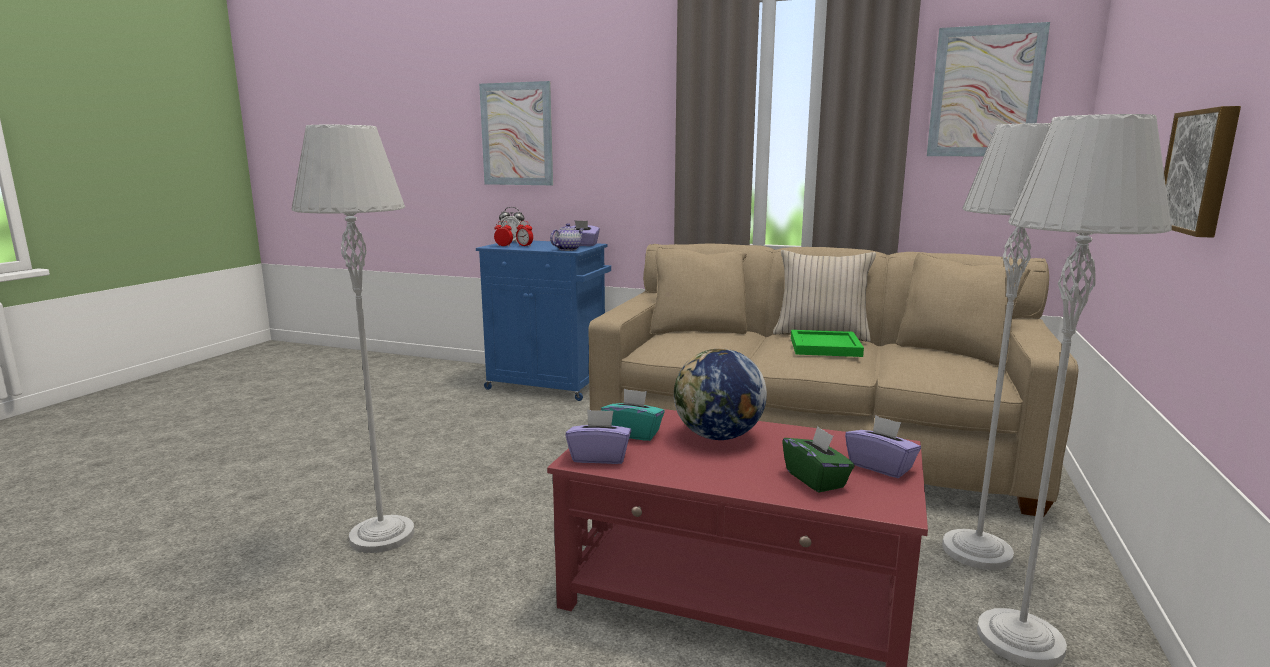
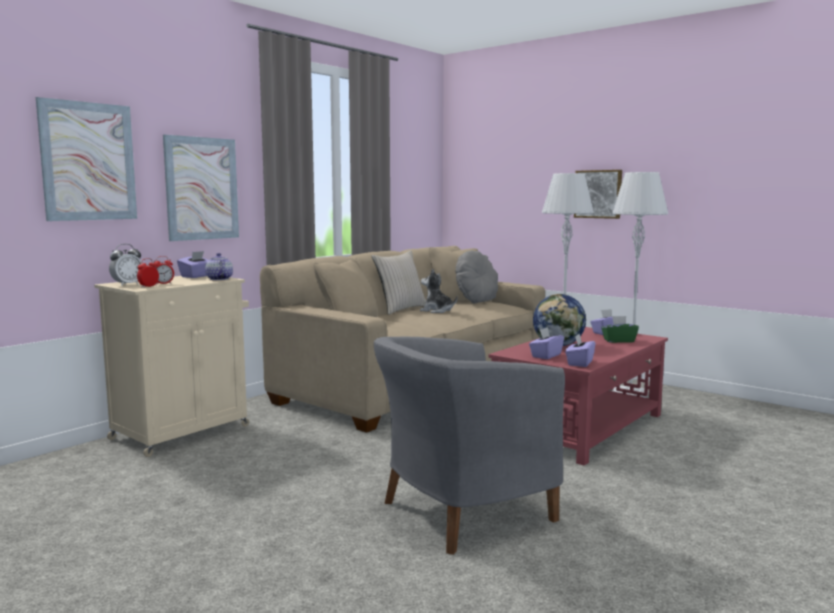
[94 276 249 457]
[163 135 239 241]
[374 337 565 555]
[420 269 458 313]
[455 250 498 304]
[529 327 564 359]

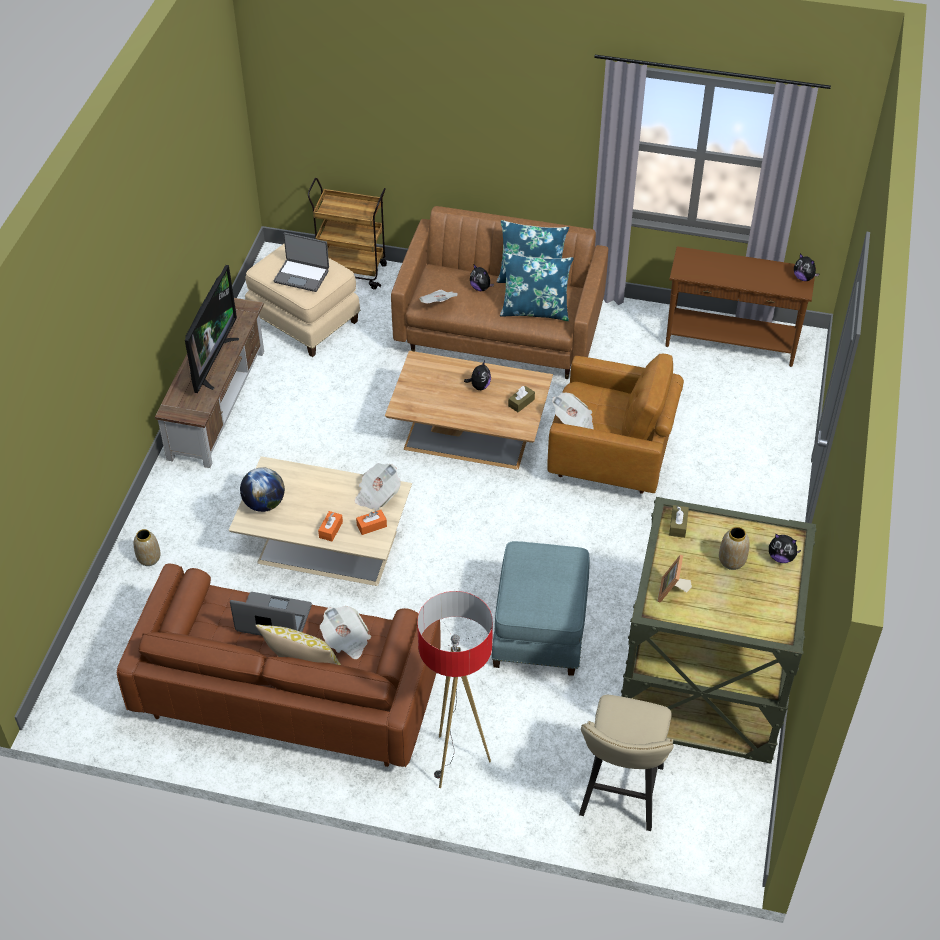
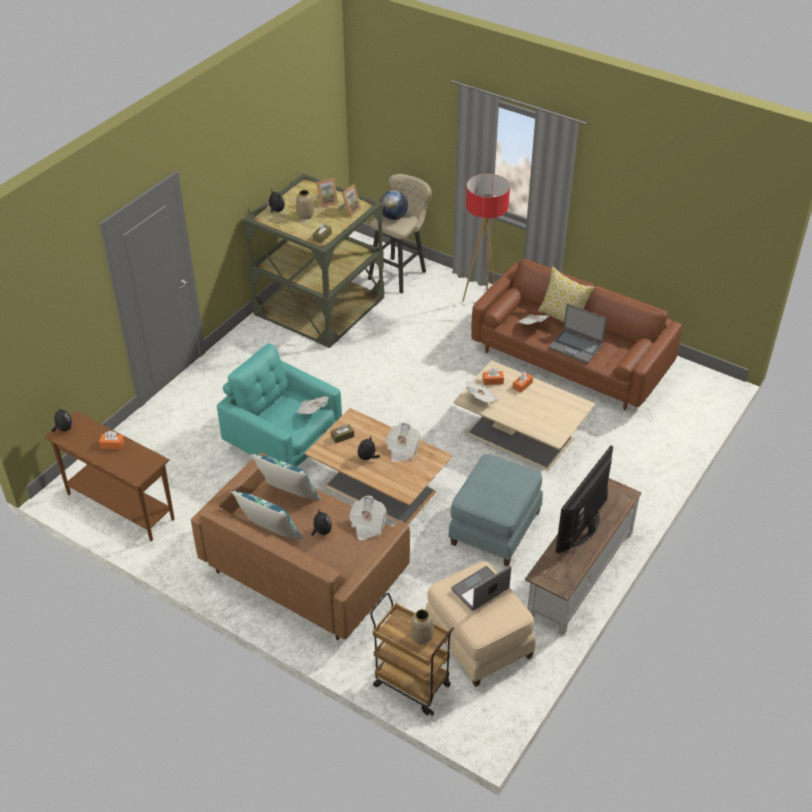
[99 431 125 449]
[217 343 342 467]
[316 178 338 208]
[380 191 408 220]
[386 422 421 462]
[410 609 434 645]
[448 454 543 567]
[451 566 511 611]

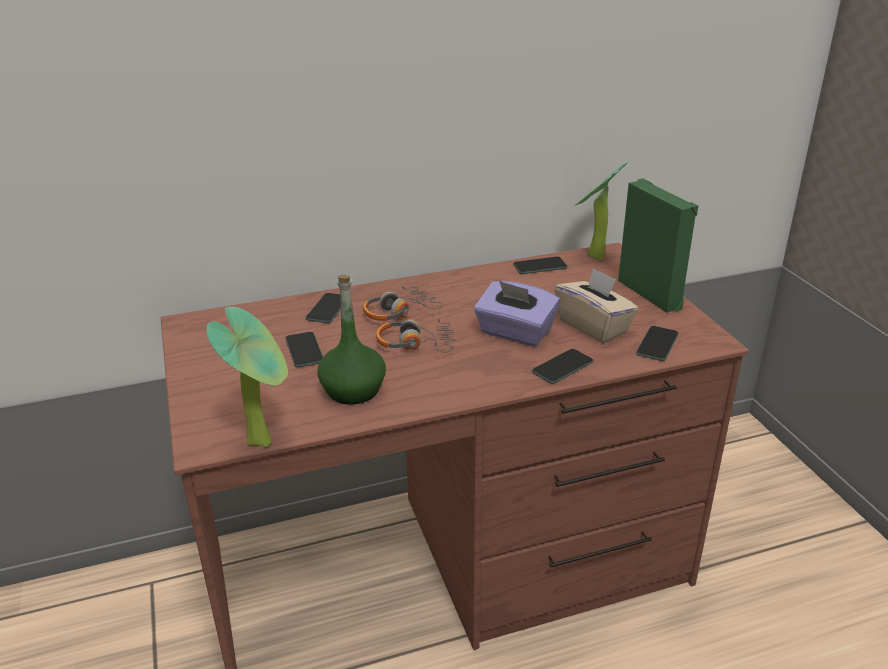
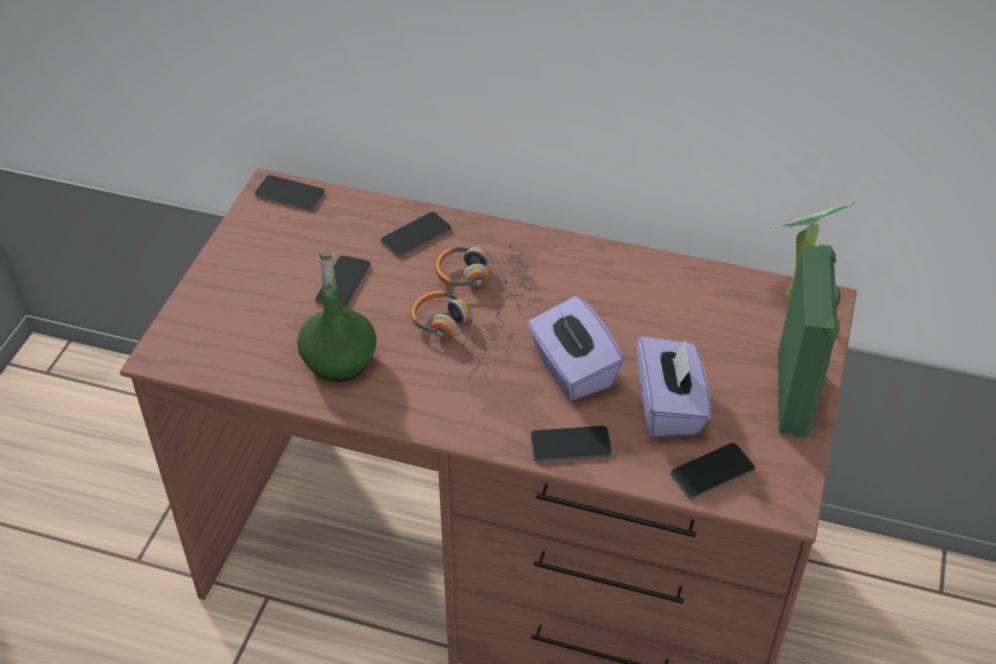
[255 175 325 210]
[637 336 711 436]
[207 307 288 448] (first image)

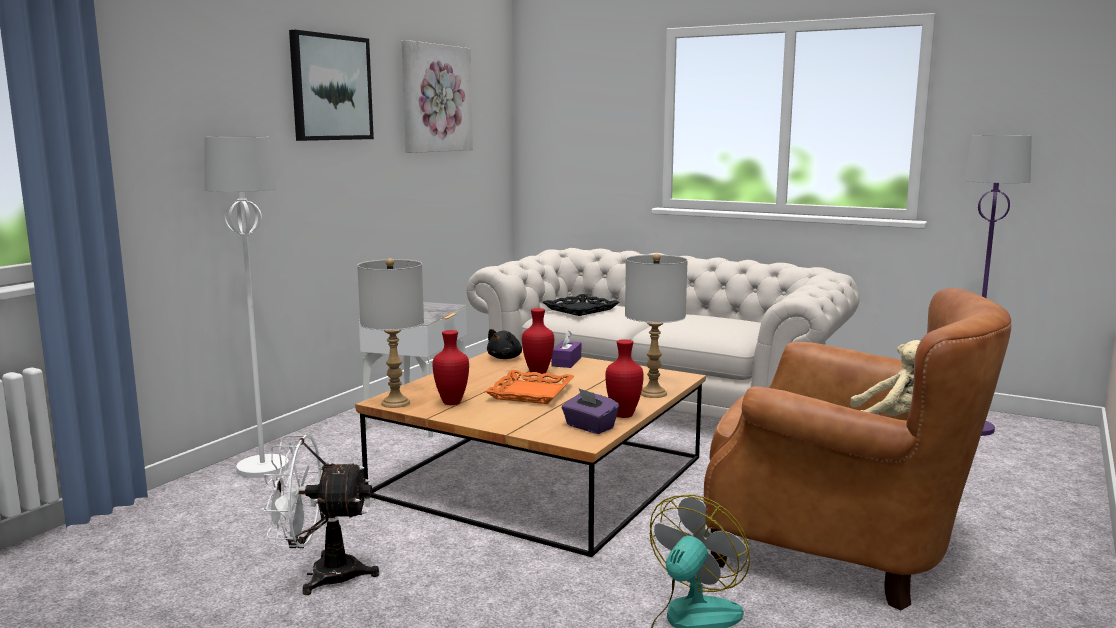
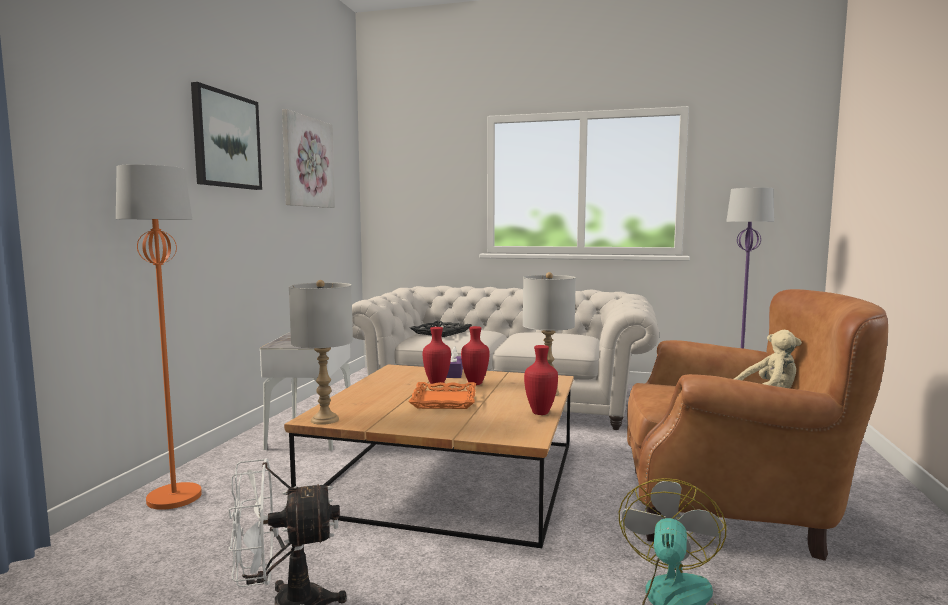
[116 164 202 510]
[461 326 490 385]
[487 329 522 359] (first image)
[562 388 619 434] (first image)

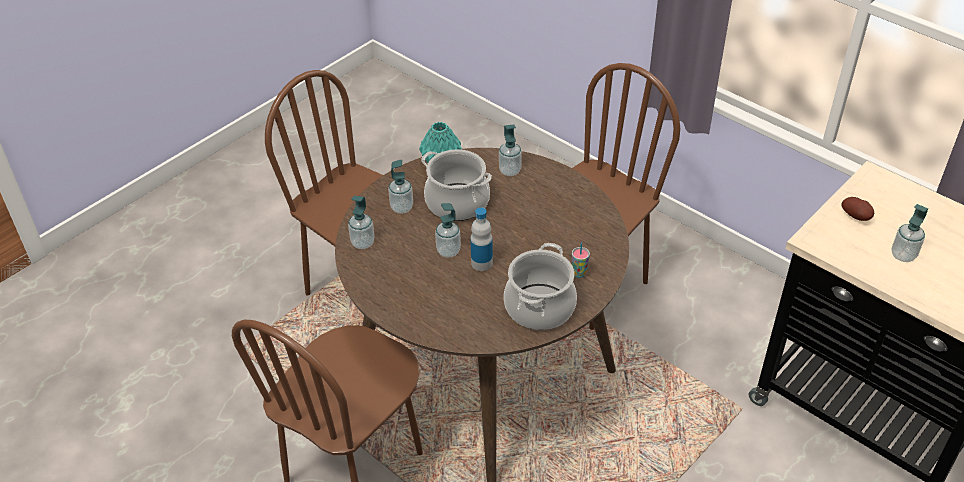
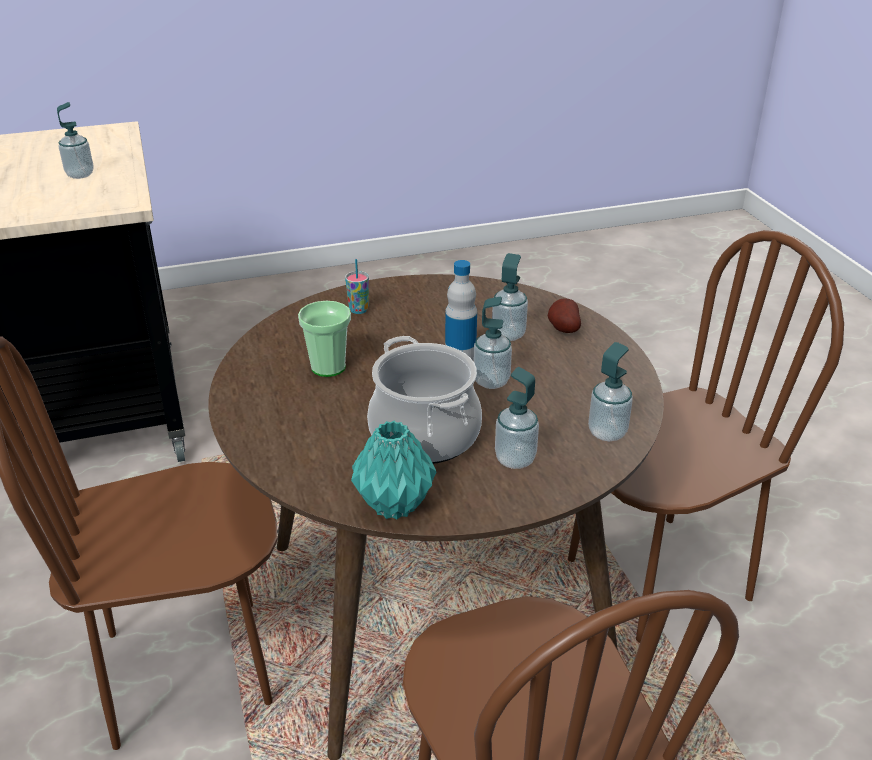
[298 301 351 377]
[492 253 528 341]
[548 298 581 333]
[504 243 577 330] (first image)

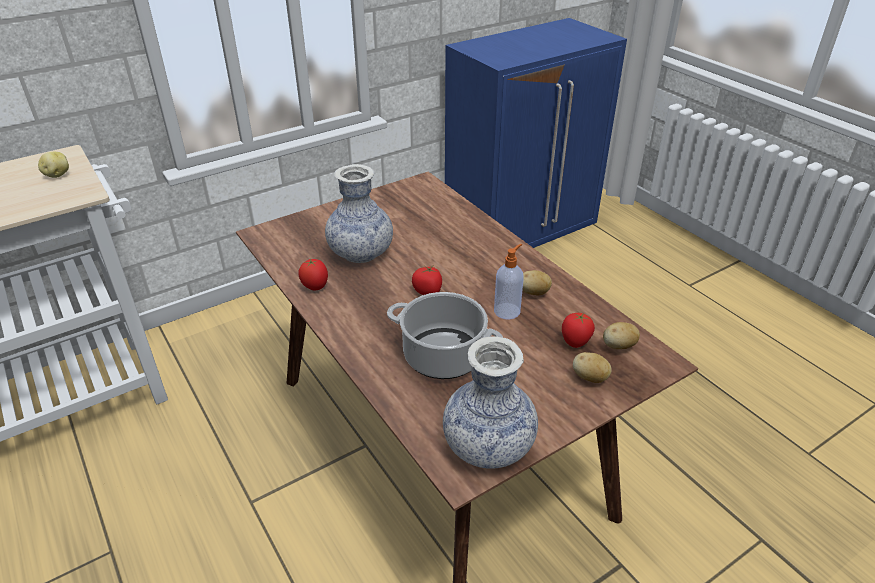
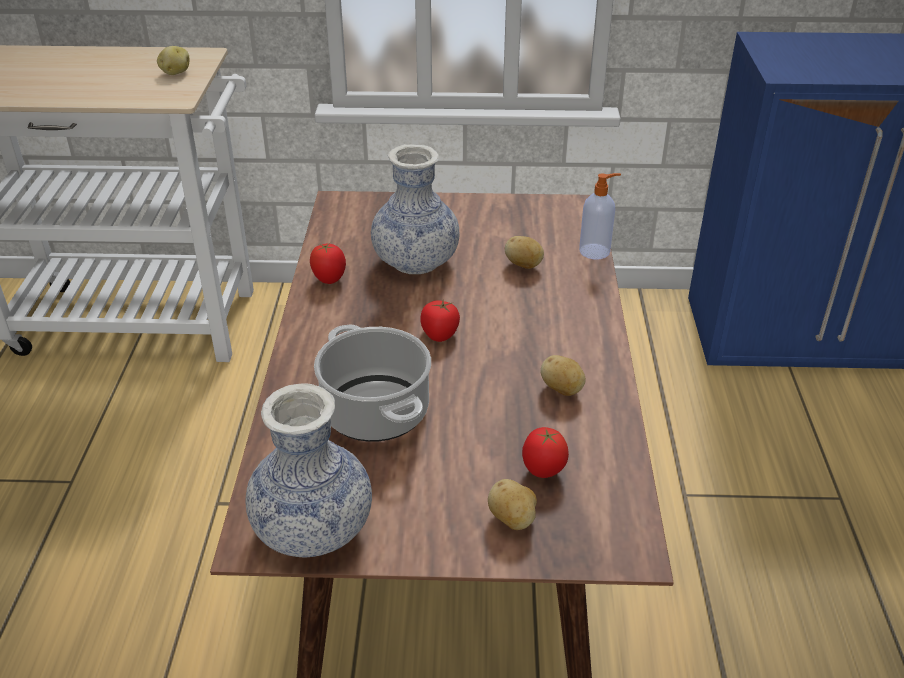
[505 236 544 269]
[579 173 621 260]

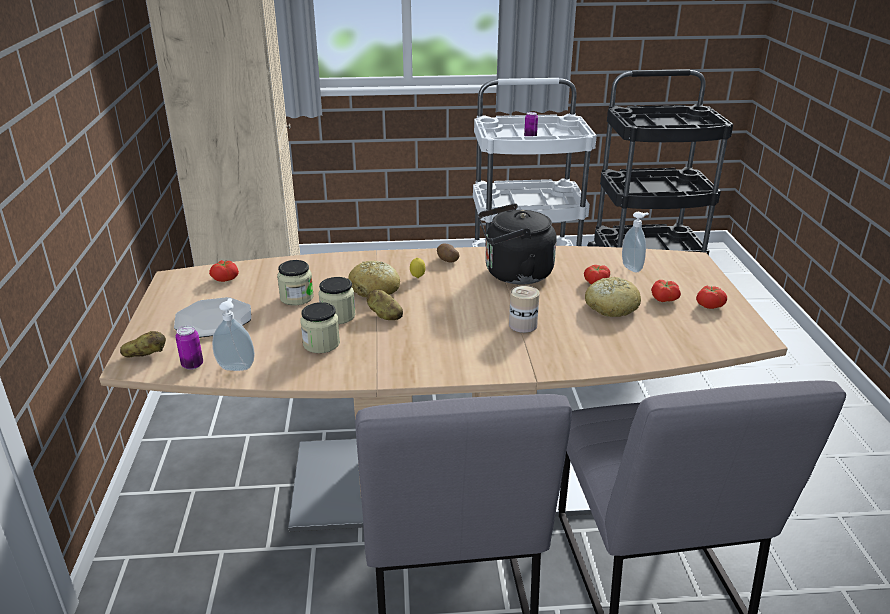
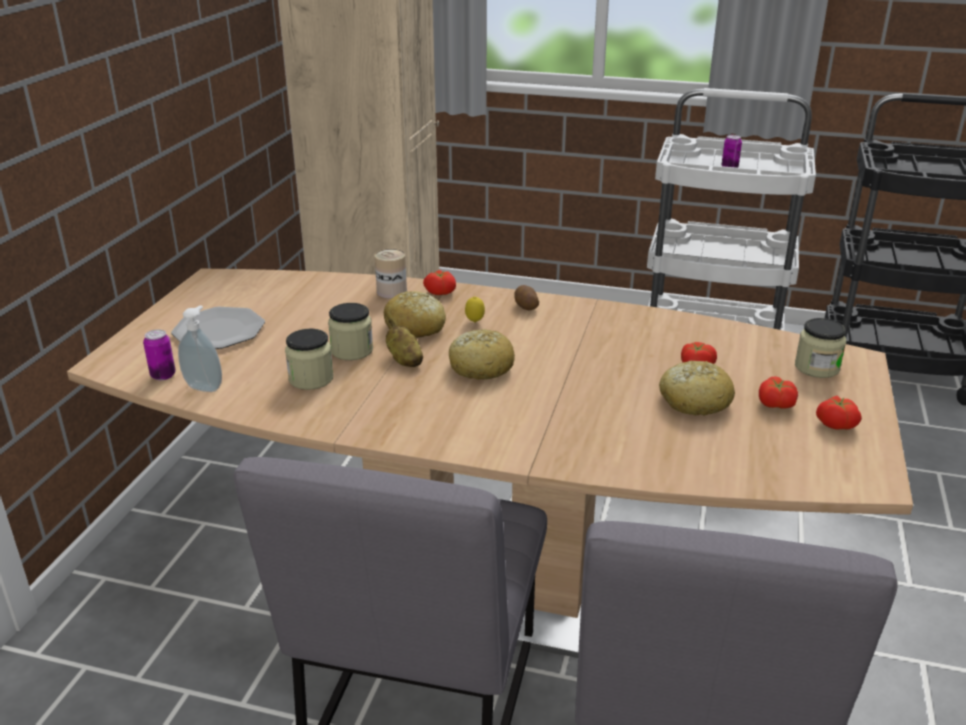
[375 249 407 299]
[423 270 456 295]
[449 329 515 380]
[795 318 846 378]
[120 331 166 358] (first image)
[478 204 557 284] (first image)
[622 212 649 272] (first image)

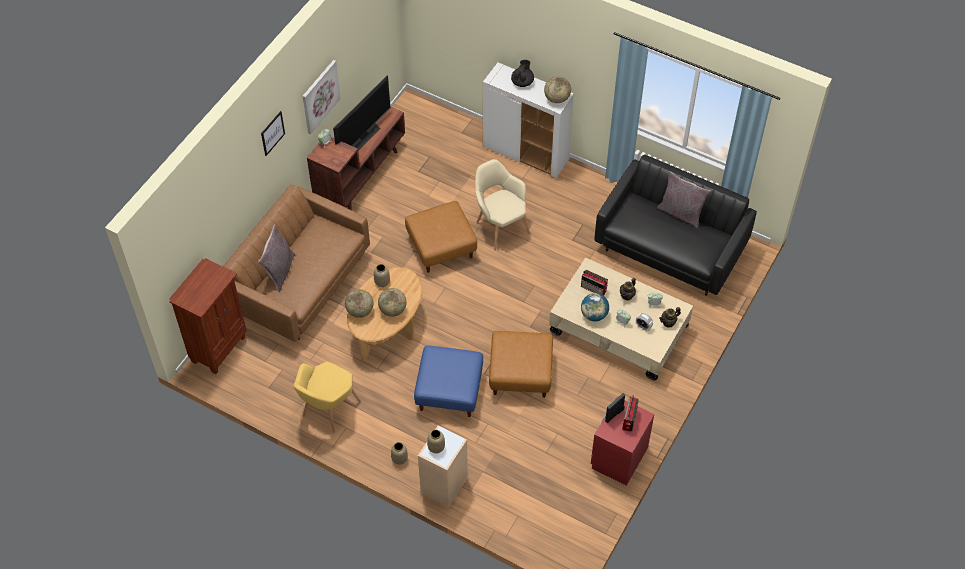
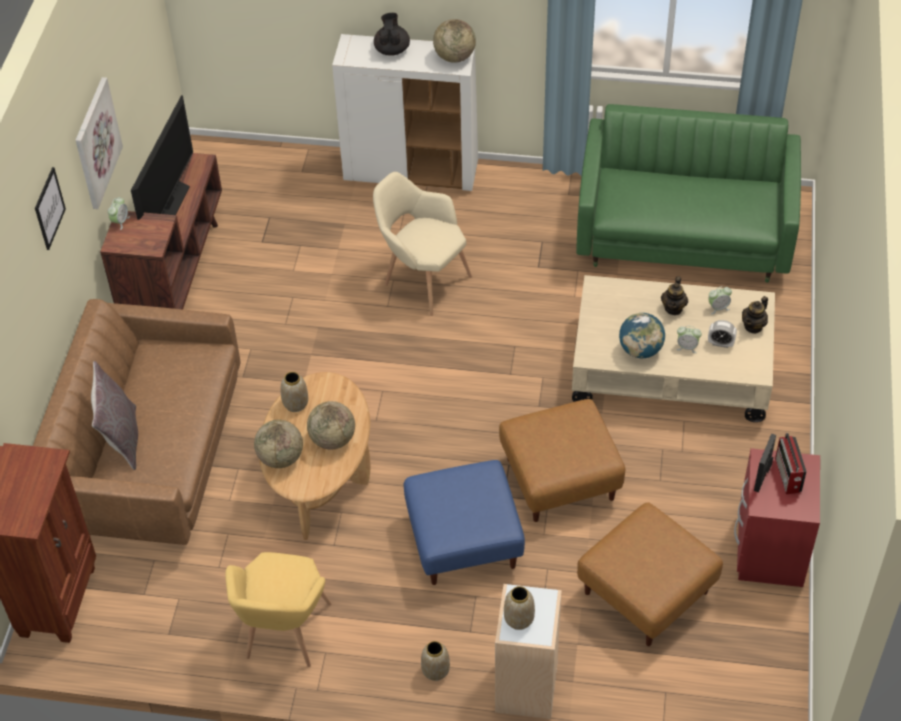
[576 104 801 282]
[577 502 723 646]
[581 270 608 296] (first image)
[657 171 711 228] (first image)

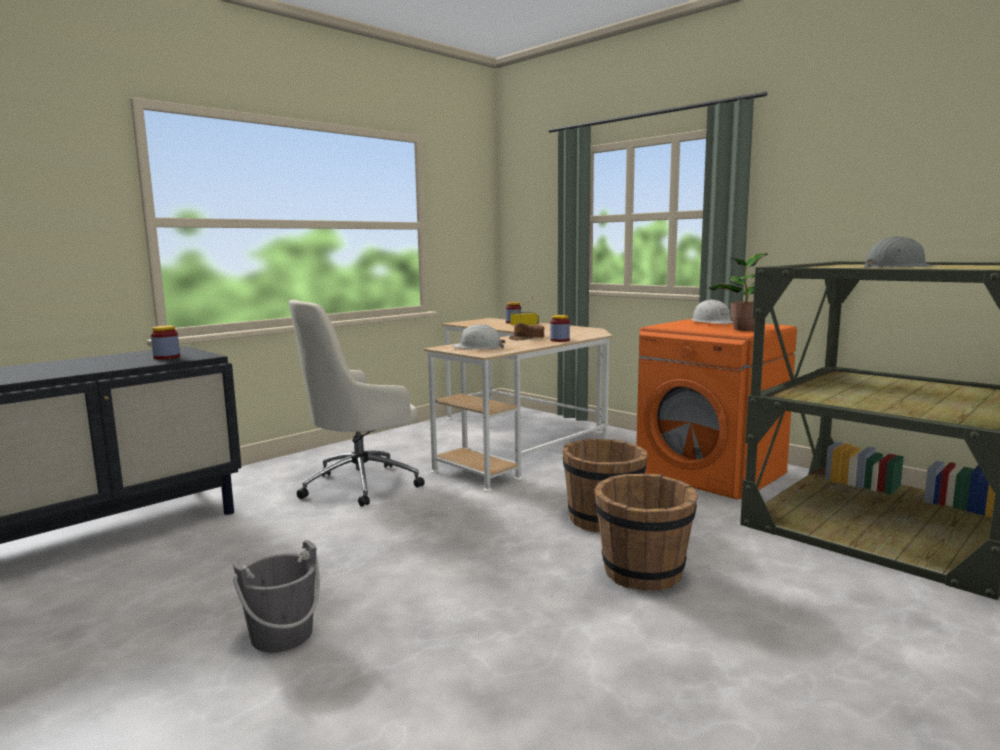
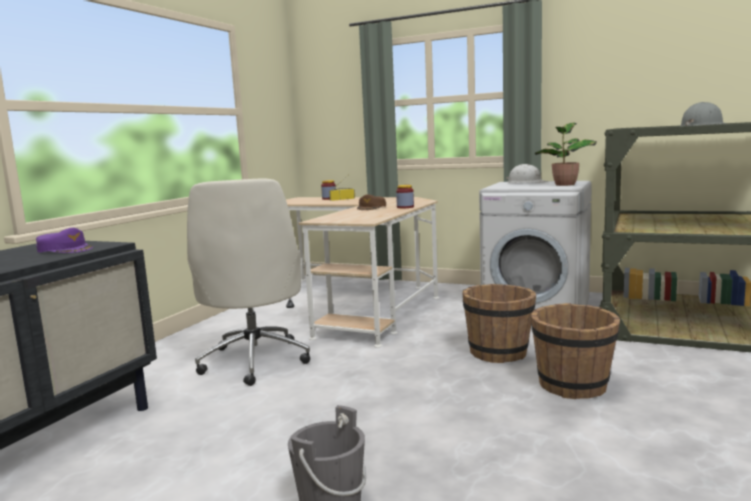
[36 228 93 253]
[187 178 310 386]
[479 181 592 310]
[452 324 505 349] (first image)

